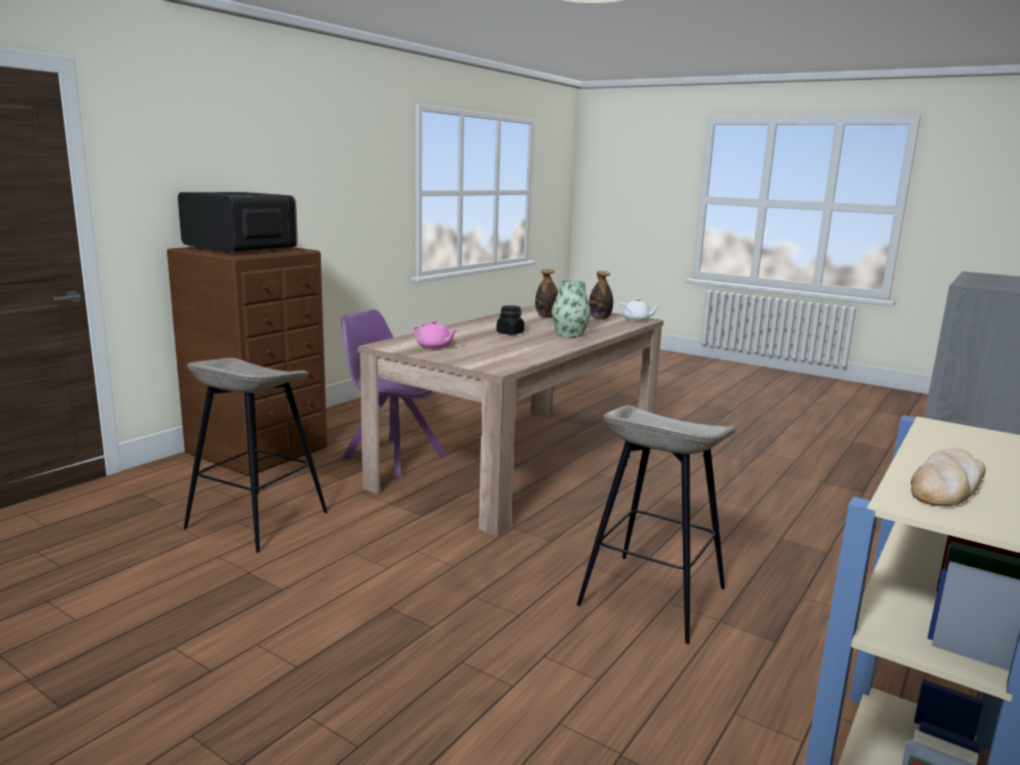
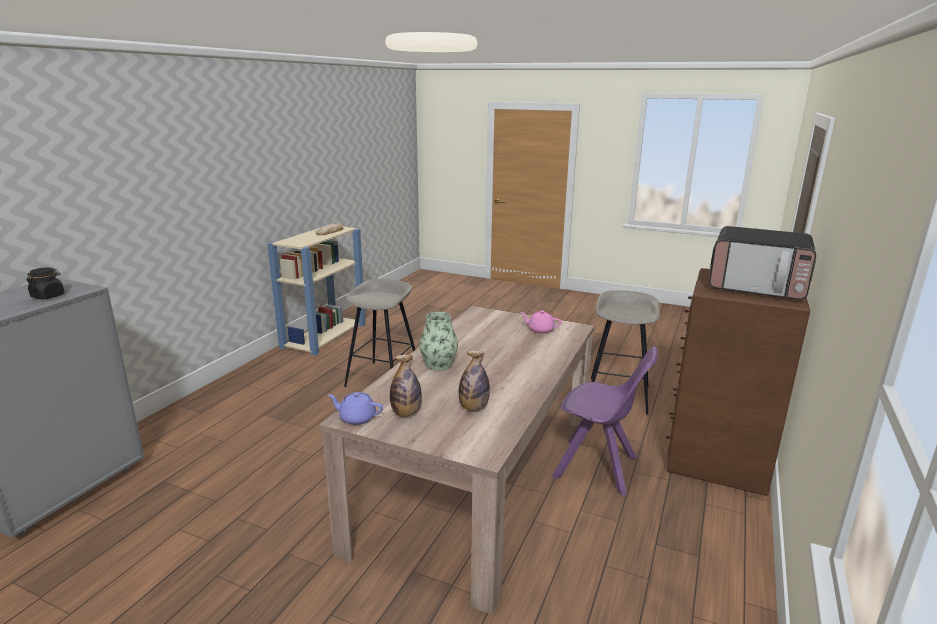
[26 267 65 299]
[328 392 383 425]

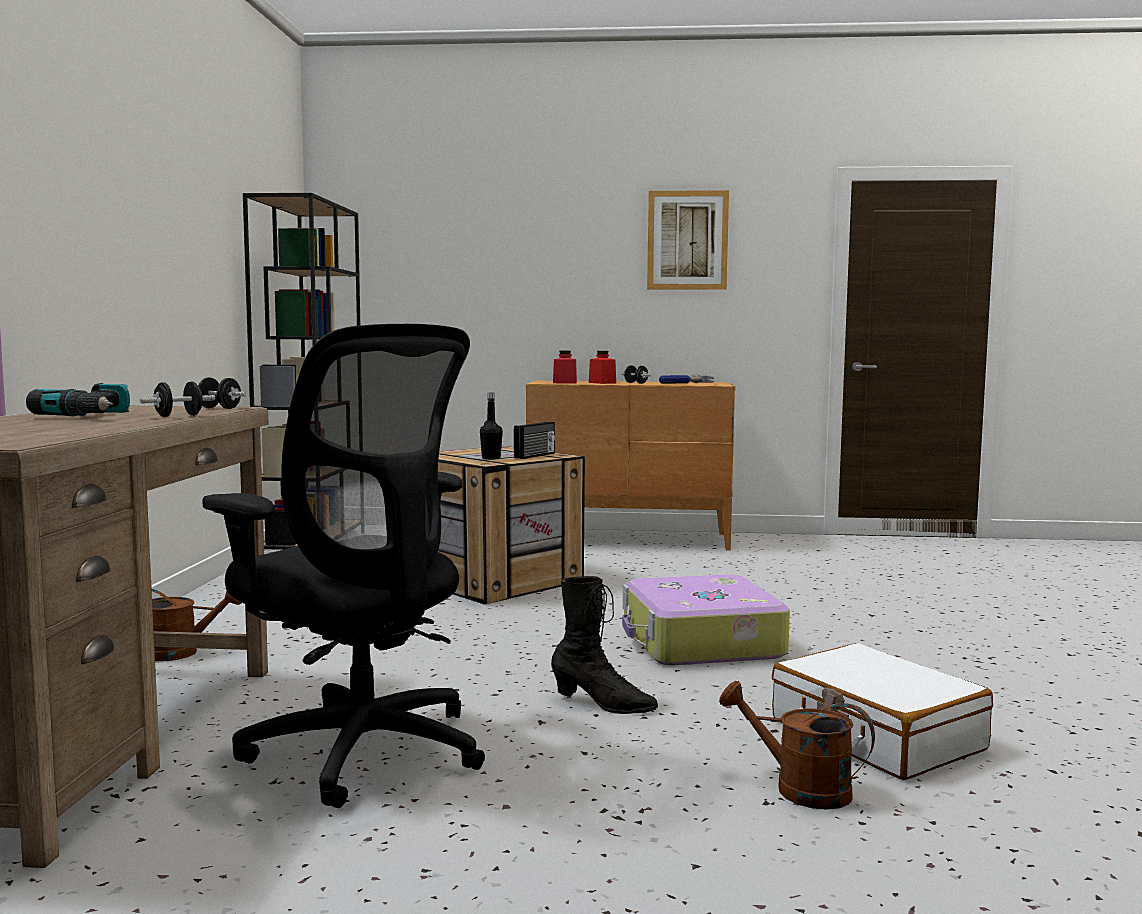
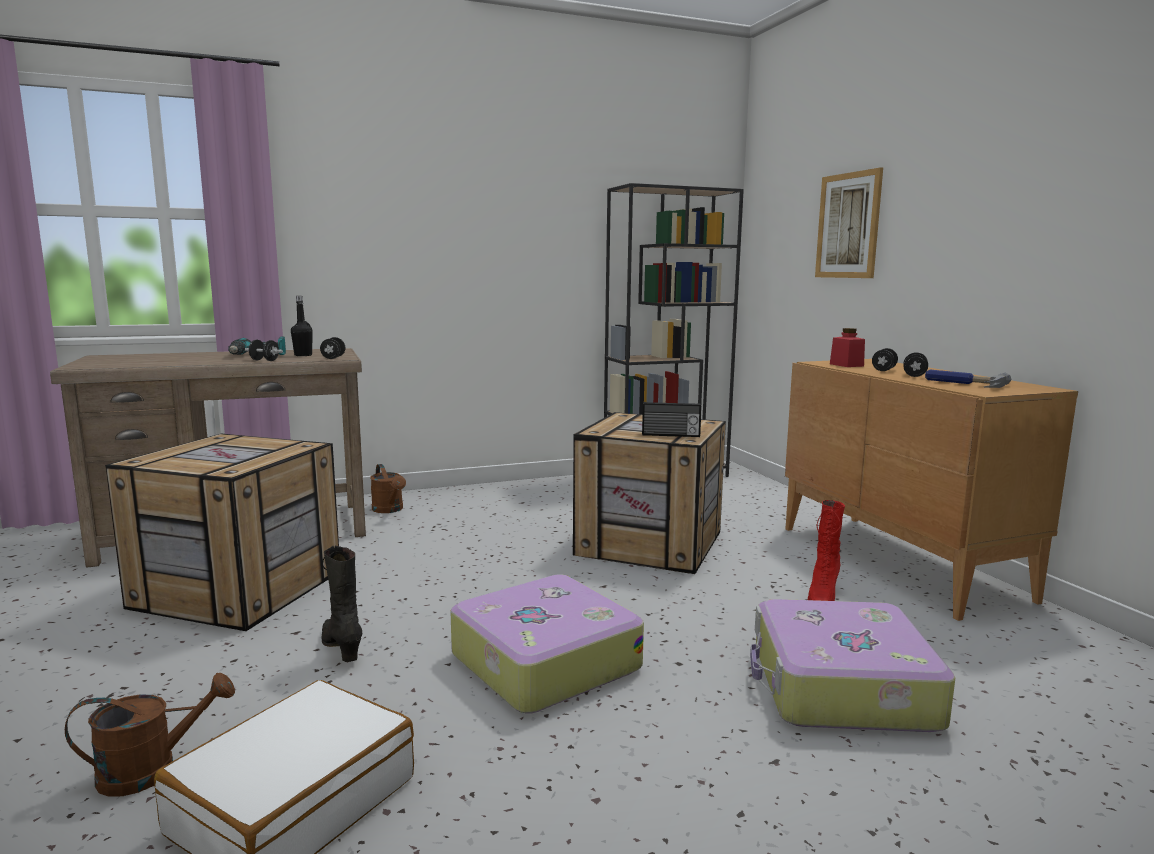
[65 673 235 797]
[105 434 339 631]
[291 296 313 356]
[322 546 362 662]
[750 599 955 732]
[808 500 845 601]
[815 167 883 278]
[872 348 898 371]

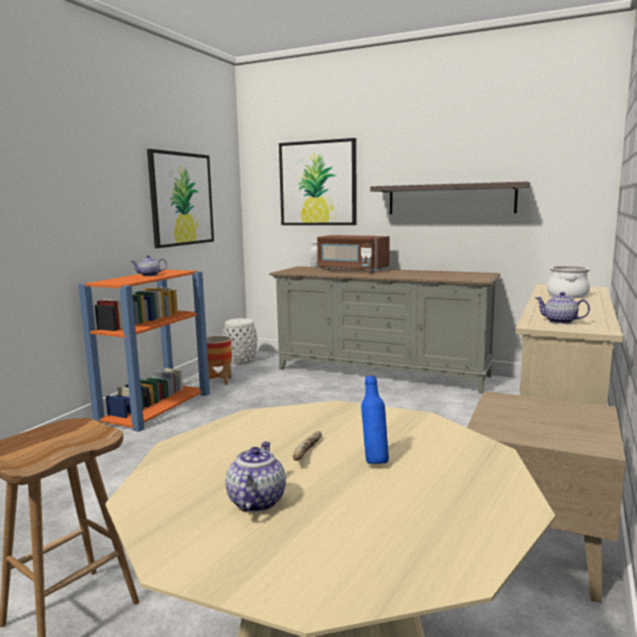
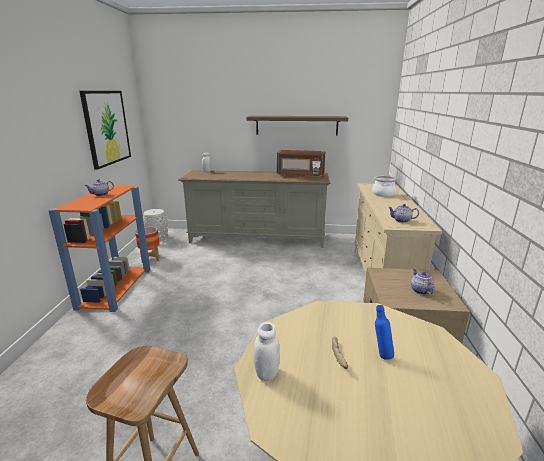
[254 322 280 381]
[277 150 325 177]
[411 269 435 294]
[279 138 357 225] (first image)

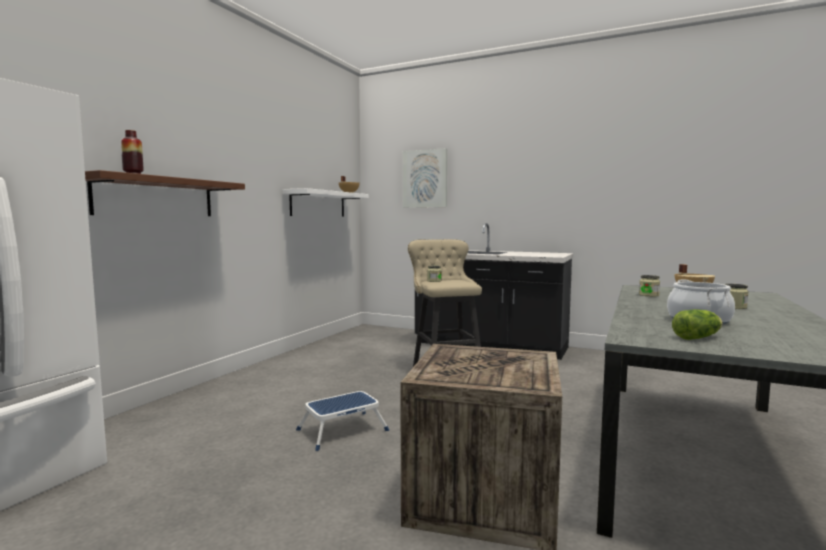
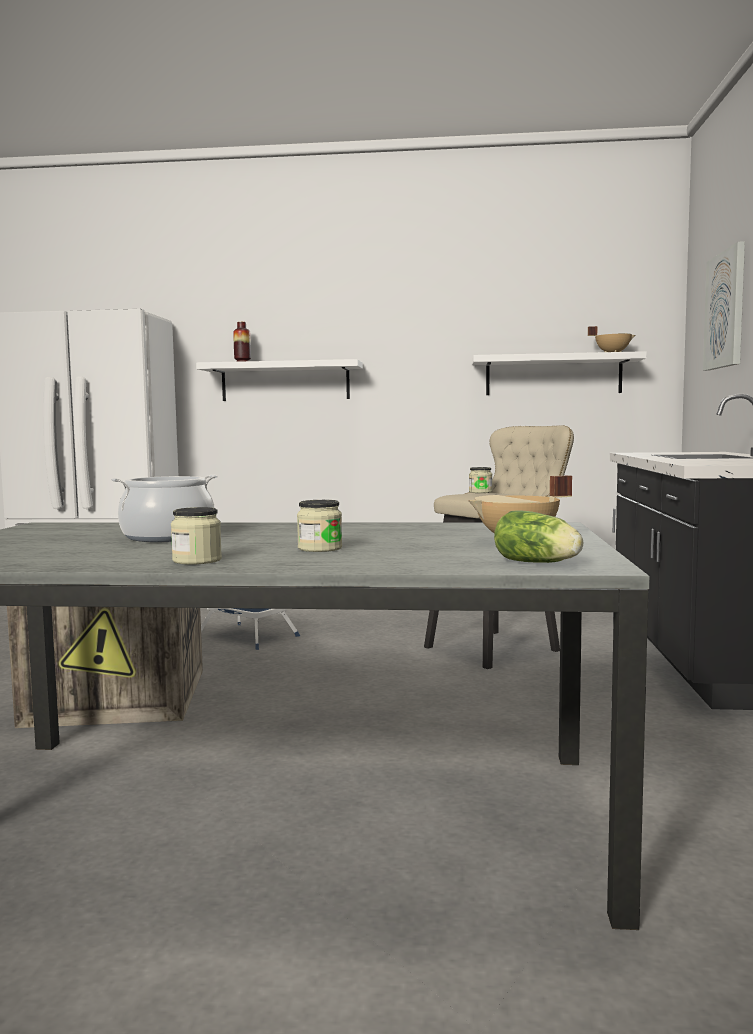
[171 507 222 565]
[196 359 363 401]
[494 510 583 563]

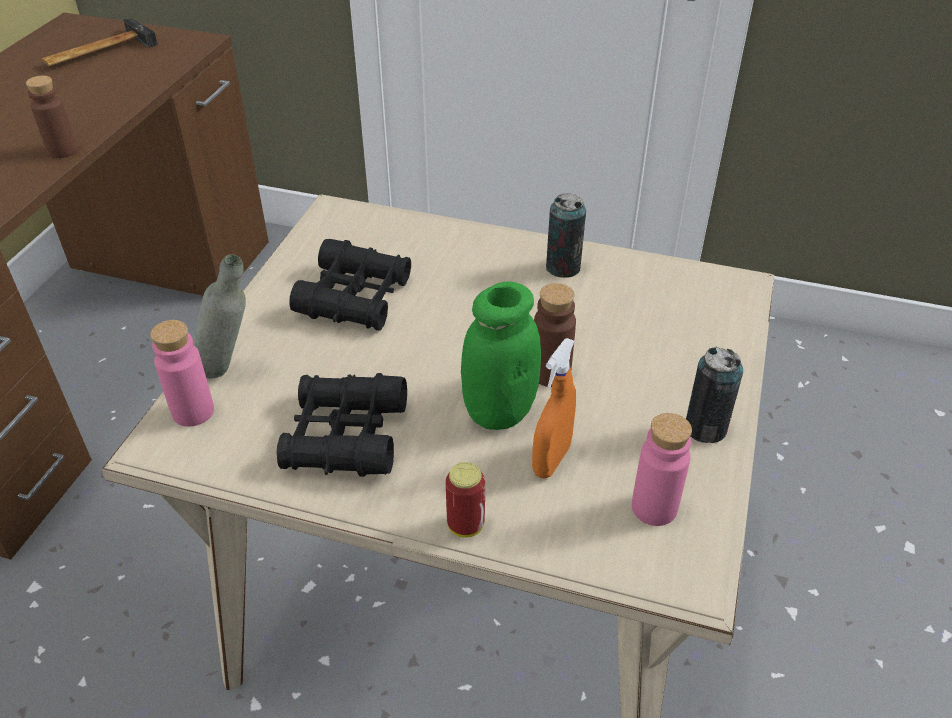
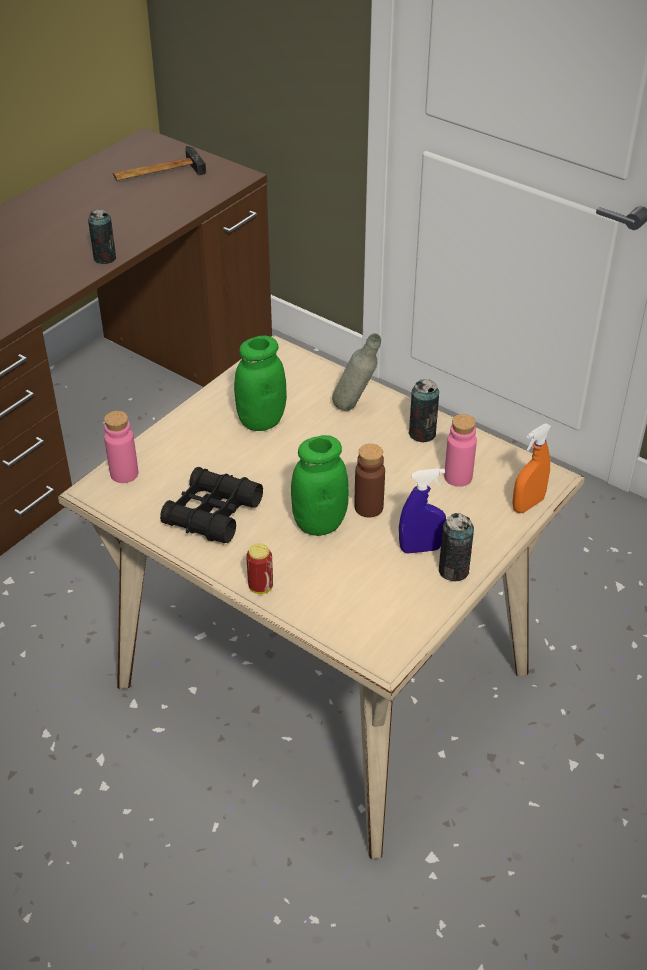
[88 209 116 264]
[234 336 287 431]
[332 333 381 411]
[399 468 446 554]
[444 414 477 487]
[512 423 552 513]

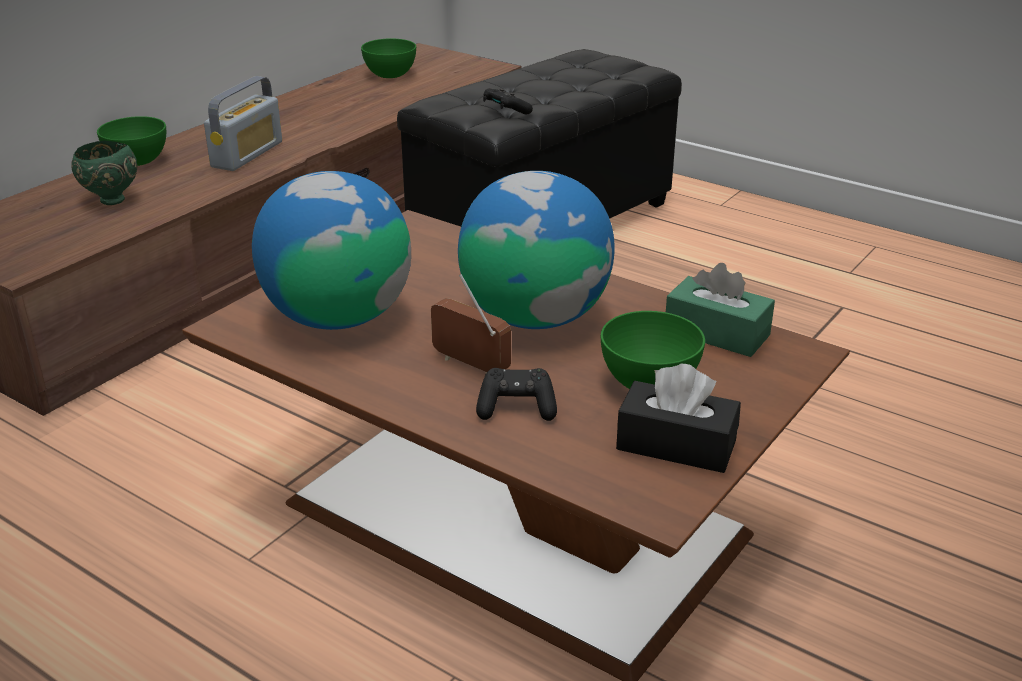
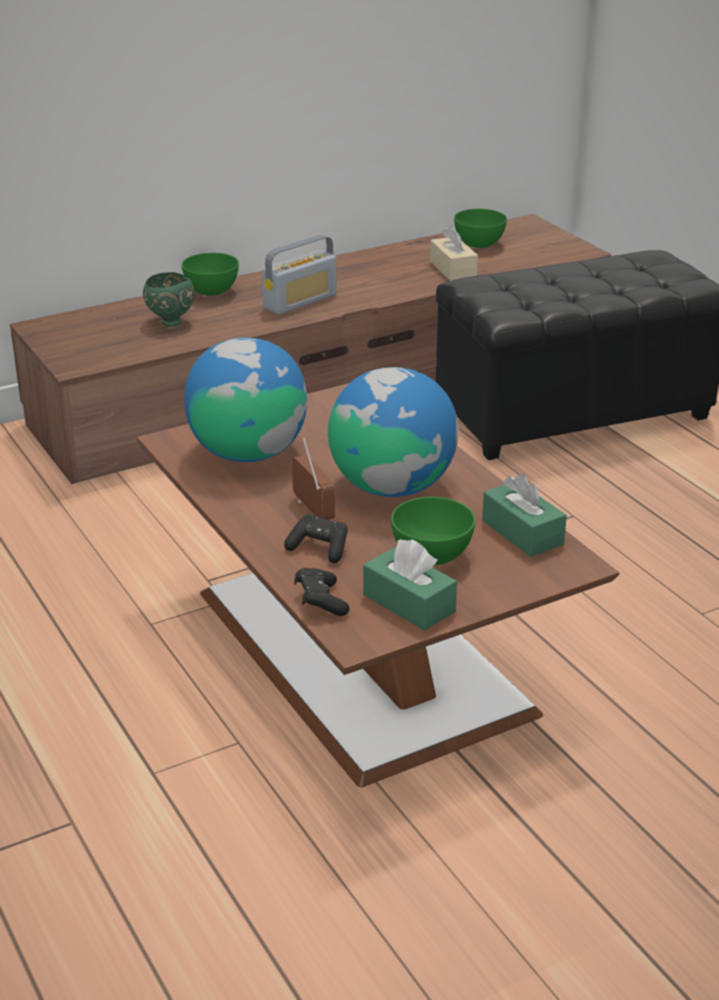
[294 568 350 616]
[363 539 457 631]
[430 225 478 281]

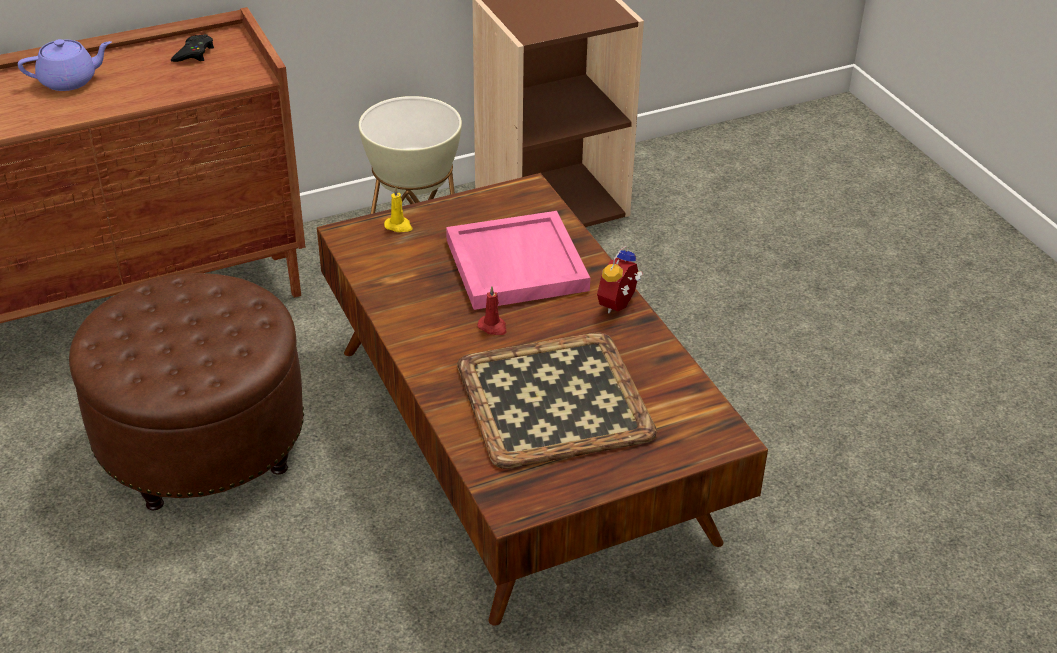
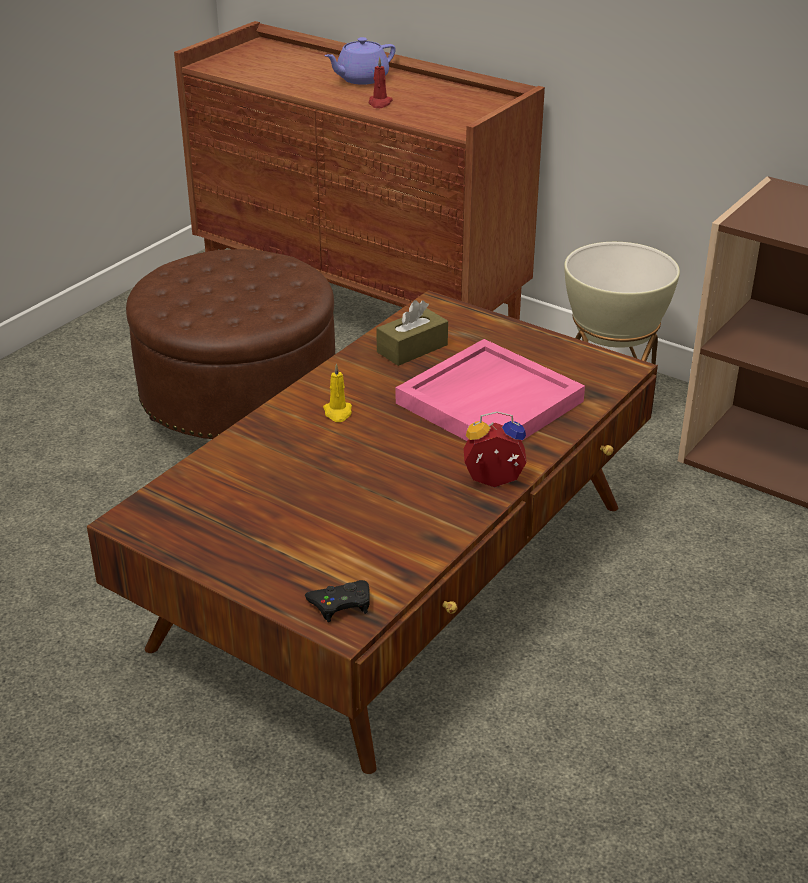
[305 580 370 622]
[323 364 352 422]
[324 37 396 85]
[369 57 393 108]
[376 300 448 366]
[457 333 657 469] (first image)

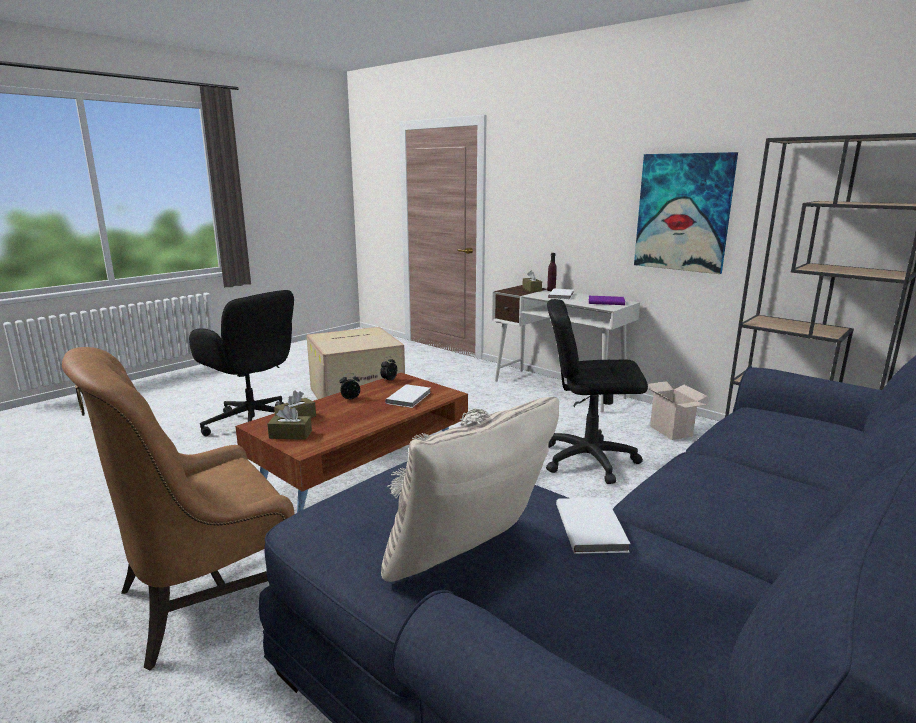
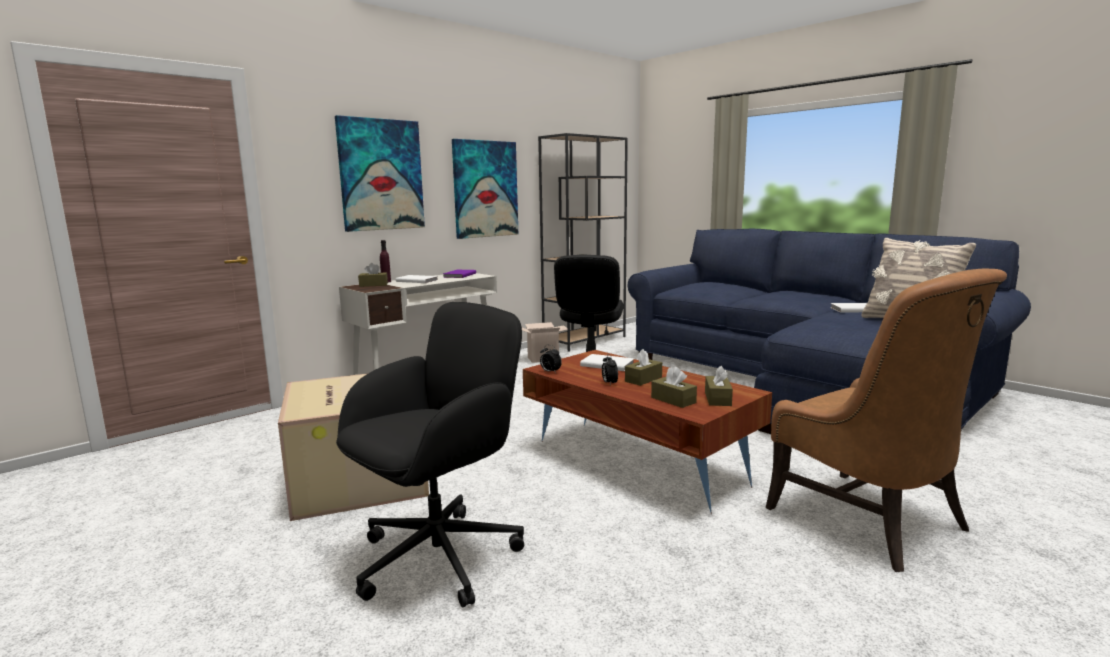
[335 115 425 232]
[625 349 662 386]

